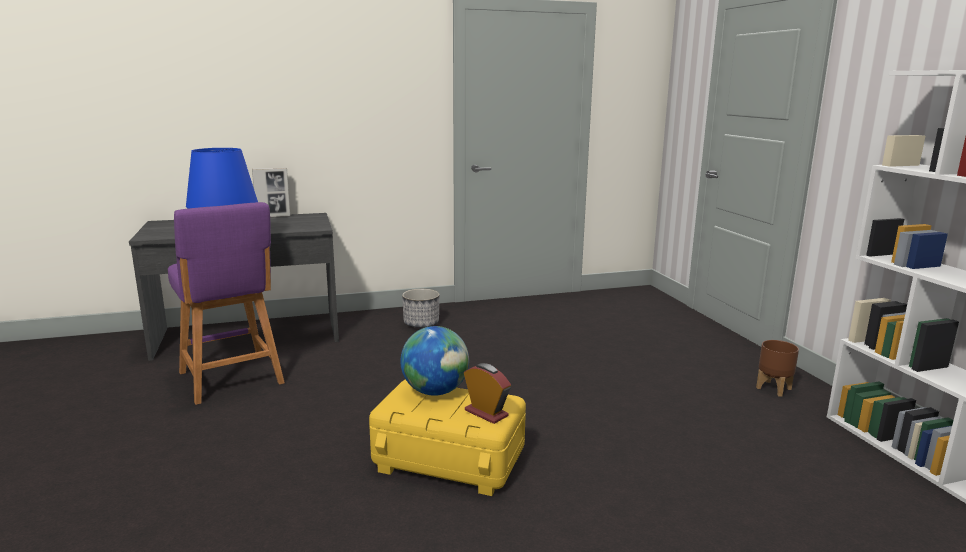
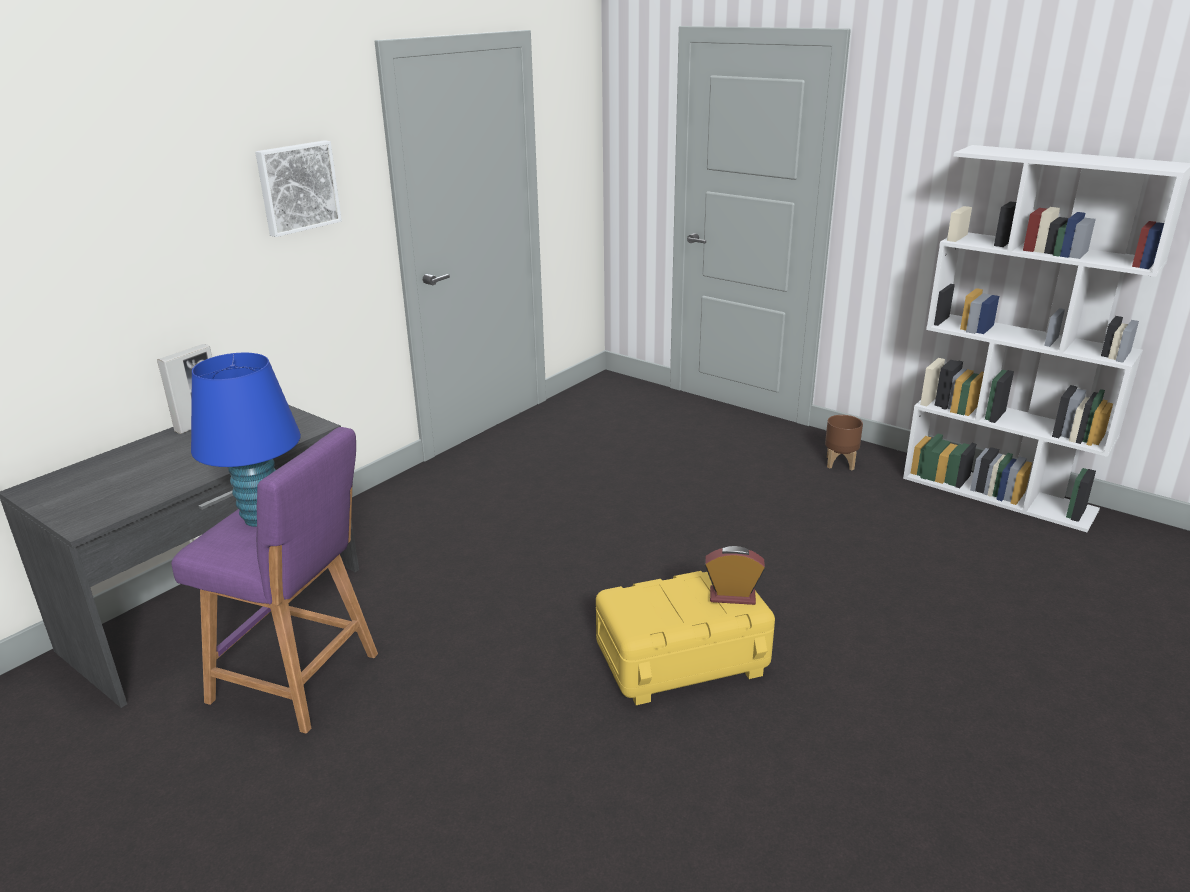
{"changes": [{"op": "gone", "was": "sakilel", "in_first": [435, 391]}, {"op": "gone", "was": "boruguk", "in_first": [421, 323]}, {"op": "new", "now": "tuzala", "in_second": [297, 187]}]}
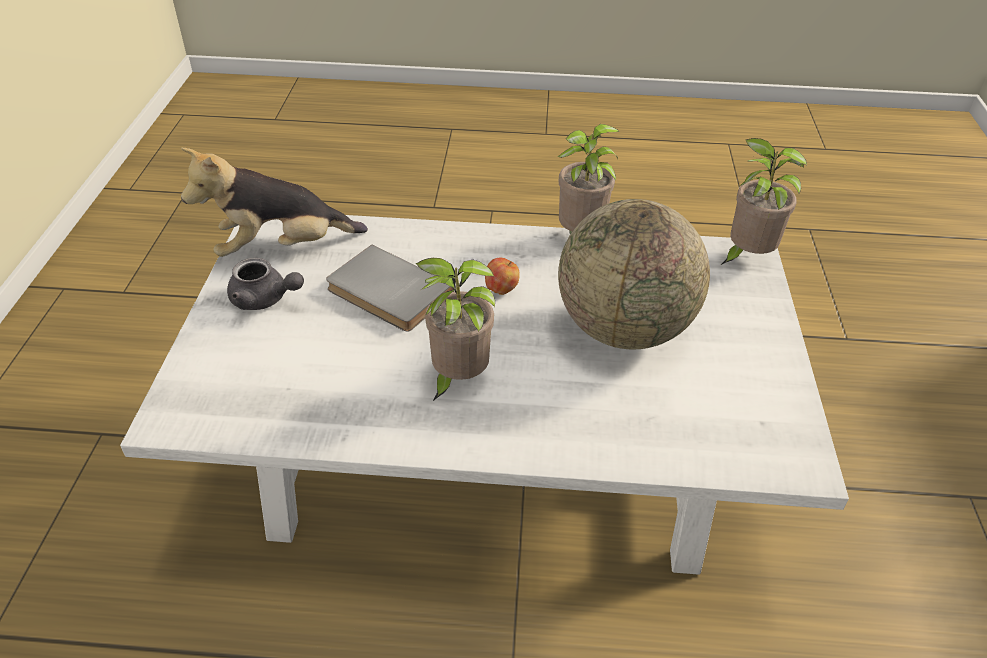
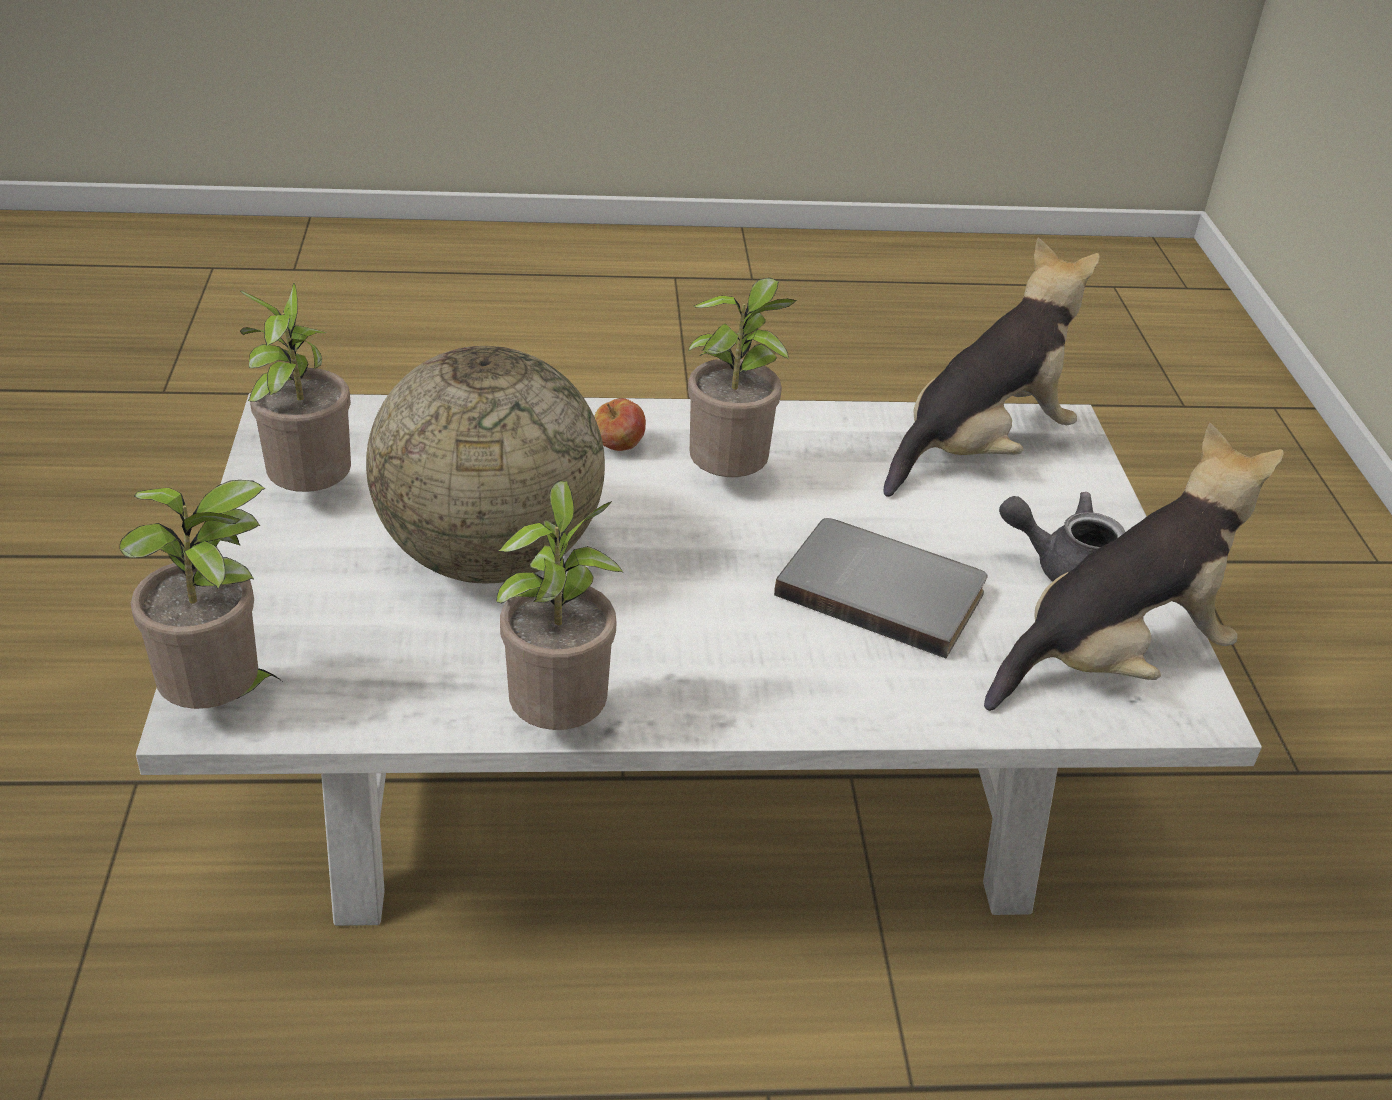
{"changes": [{"op": "shifted", "was": "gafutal", "in_first": [501, 289], "in_second": [619, 448]}, {"op": "new", "now": "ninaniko", "in_second": [308, 494]}, {"op": "new", "now": "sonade", "in_second": [980, 449]}]}
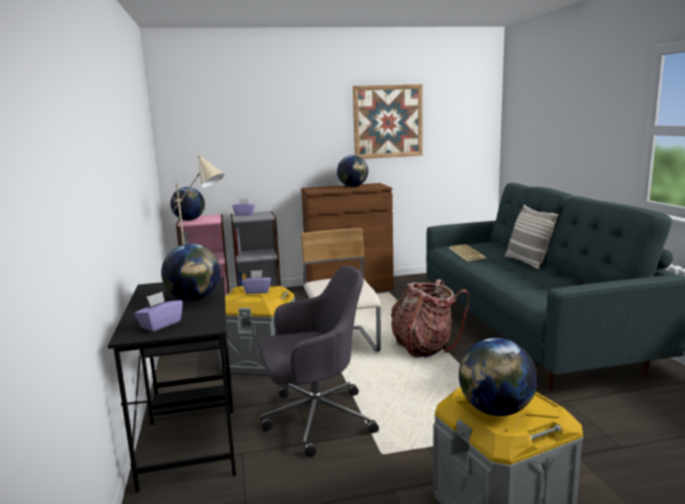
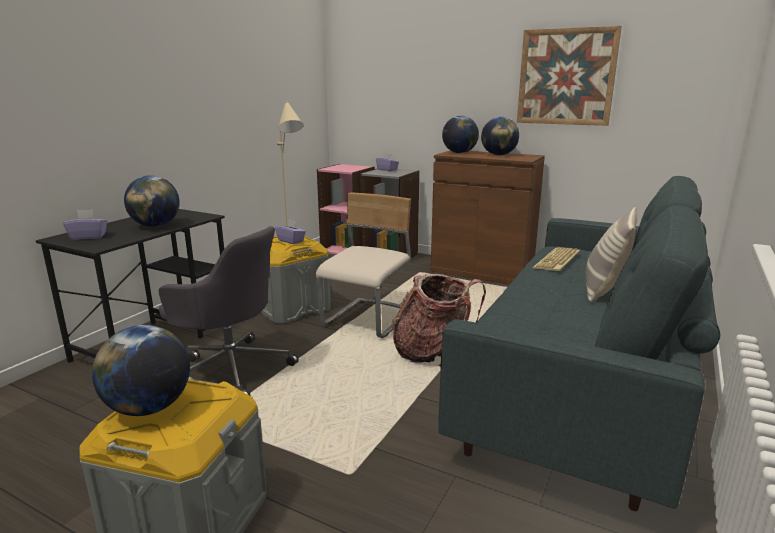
{"changes": [{"op": "shifted", "was": "sakilel", "in_first": [189, 220], "in_second": [459, 153]}]}
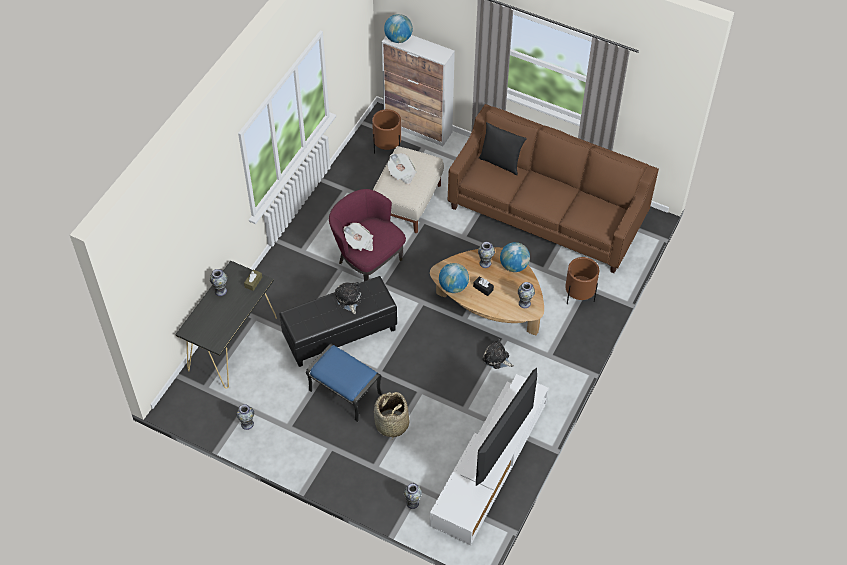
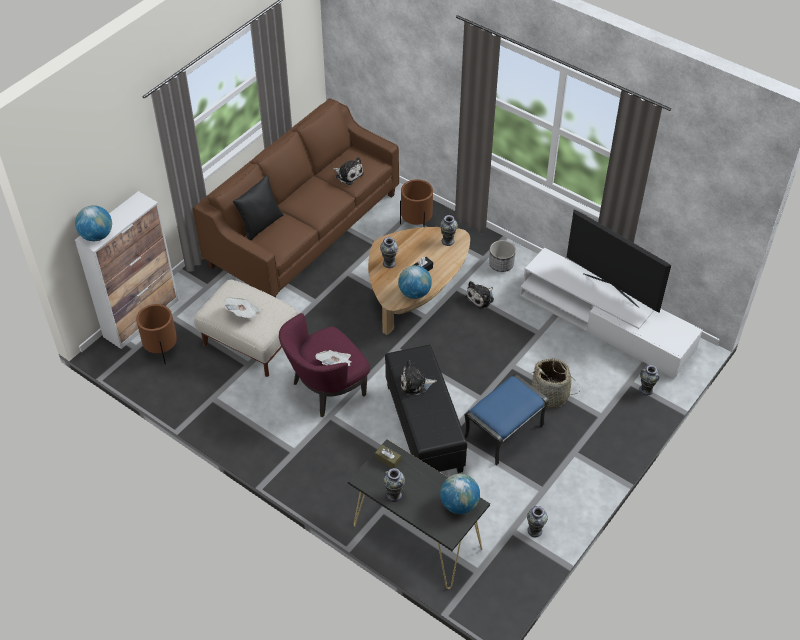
{"changes": [{"op": "shifted", "was": "sakilel", "in_first": [514, 266], "in_second": [459, 504]}, {"op": "new", "now": "sonade", "in_second": [348, 175]}, {"op": "new", "now": "boruguk", "in_second": [501, 264]}]}
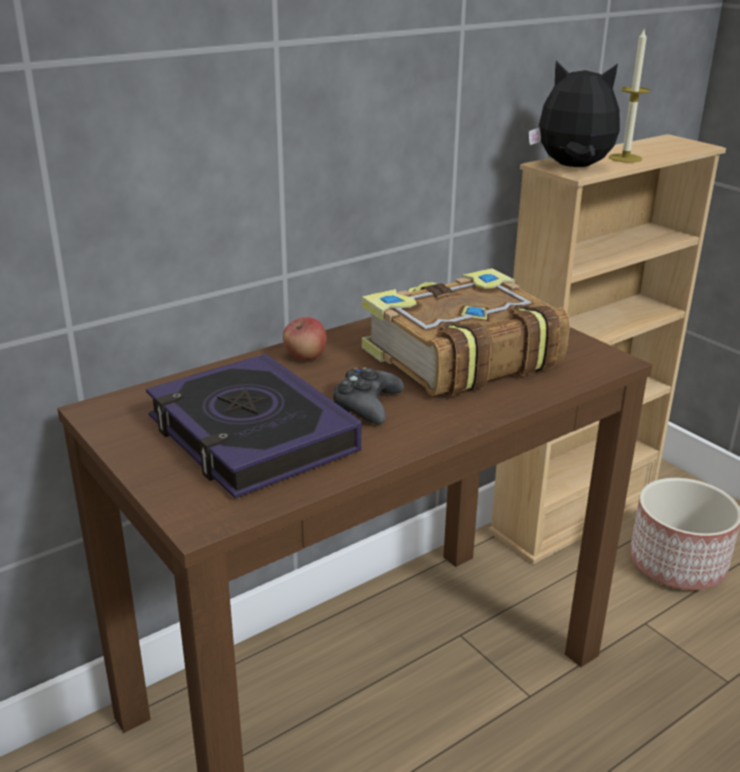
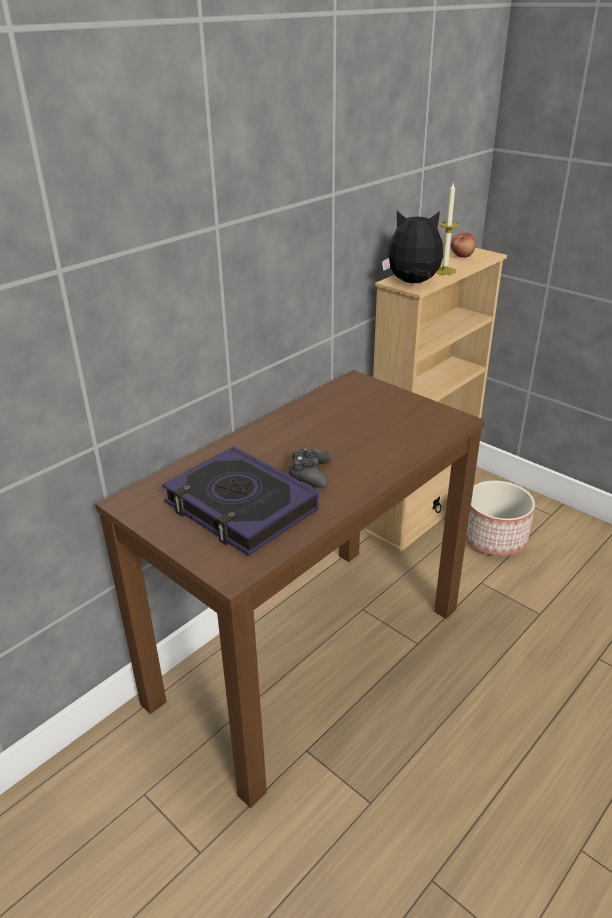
{"changes": [{"op": "shifted", "was": "gafutal", "in_first": [305, 357], "in_second": [462, 256]}, {"op": "gone", "was": "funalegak", "in_first": [458, 357]}]}
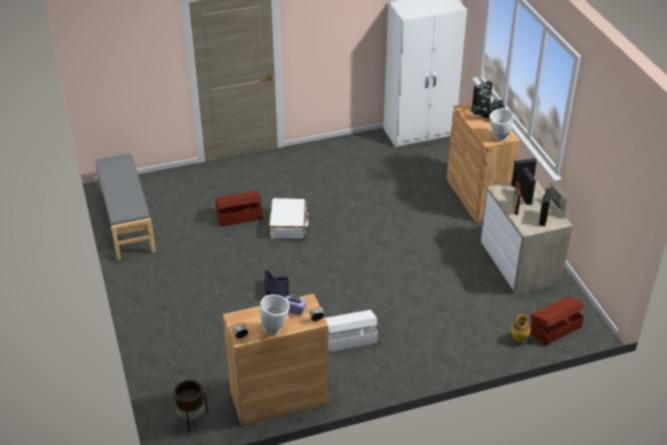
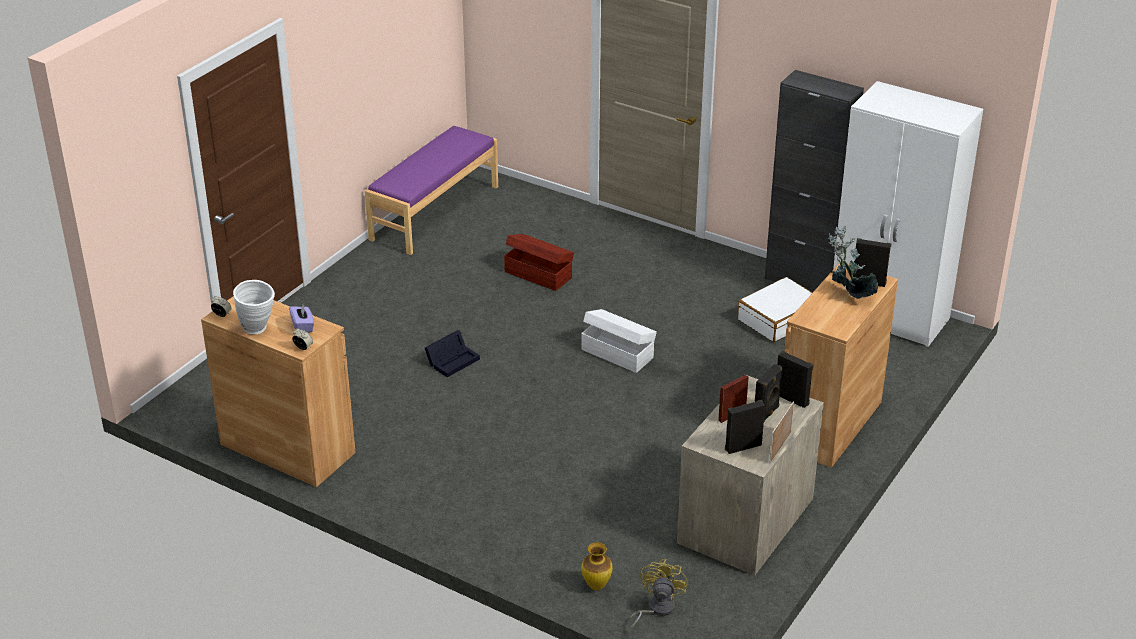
{"changes": [{"op": "repainted", "was": "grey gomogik", "now": "purple gomogik", "in_first": [126, 221], "in_second": [434, 212]}, {"op": "gone", "was": "brown boruguk", "in_first": [192, 418]}, {"op": "shifted", "was": "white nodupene", "in_first": [288, 224], "in_second": [779, 319]}, {"op": "shifted", "was": "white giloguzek", "in_first": [349, 339], "in_second": [617, 353]}, {"op": "gone", "was": "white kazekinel", "in_first": [498, 138]}, {"op": "swapped", "was": "brown giloguzek", "now": "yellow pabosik", "in_first": [554, 329], "in_second": [656, 609]}, {"op": "new", "now": "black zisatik", "in_second": [802, 281]}]}
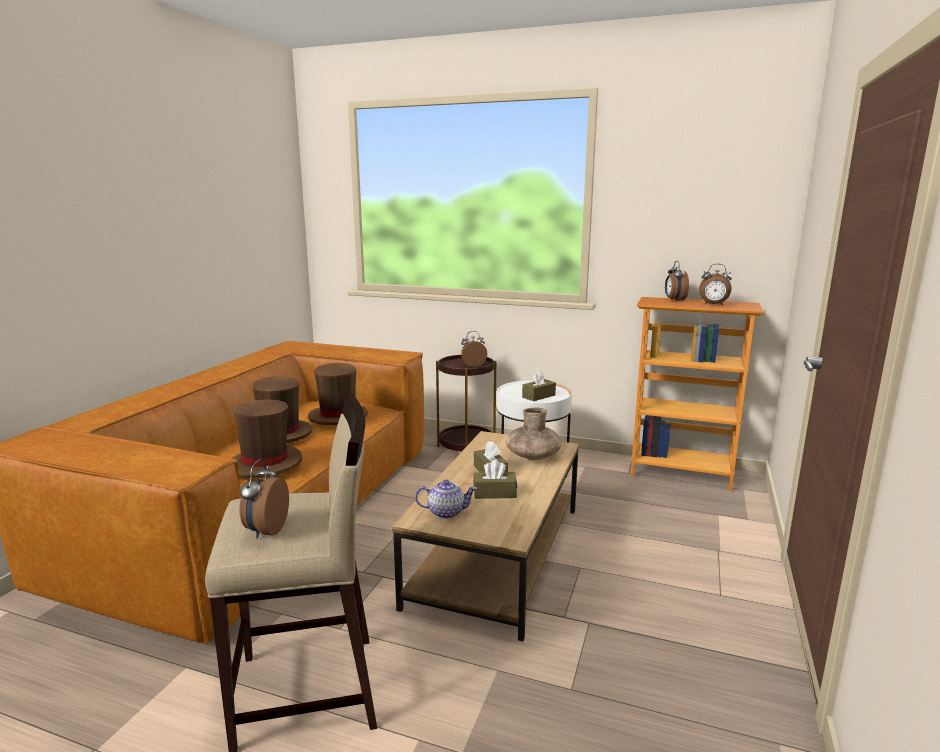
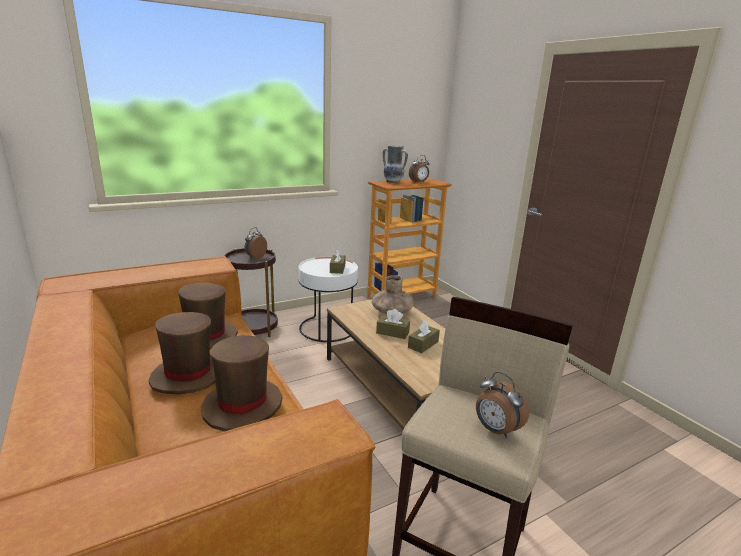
{"changes": [{"op": "gone", "was": "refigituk", "in_first": [446, 512]}, {"op": "swapped", "was": "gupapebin", "now": "kazekinel", "in_first": [674, 300], "in_second": [393, 182]}]}
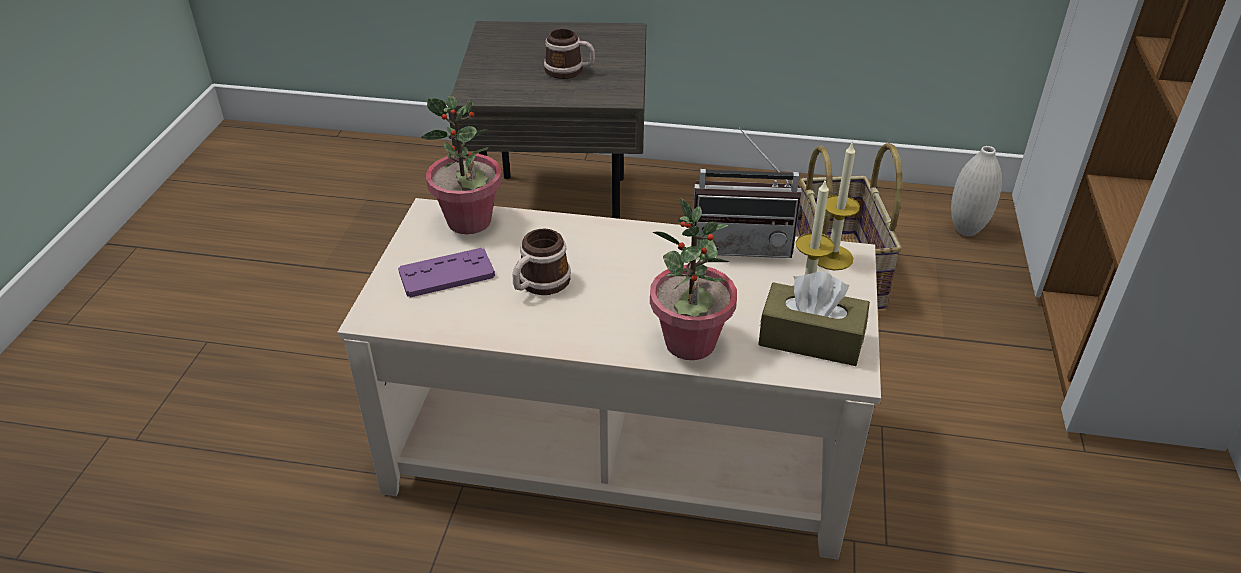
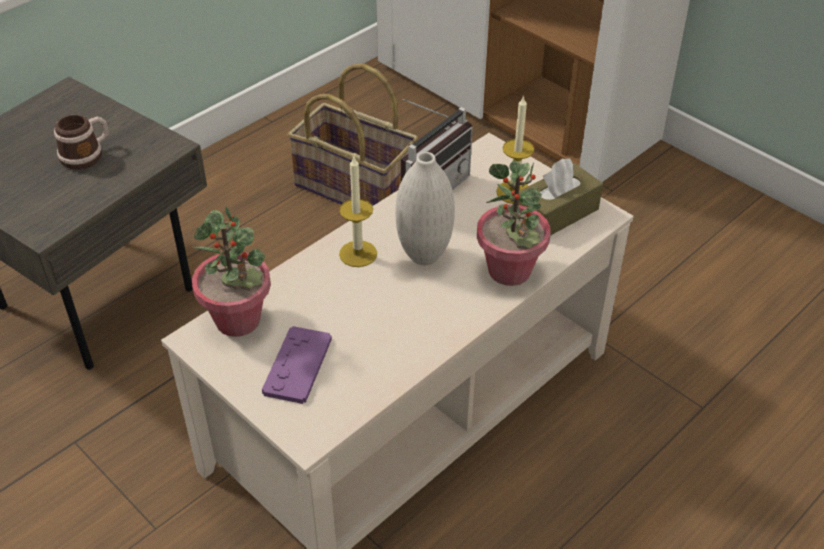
{"changes": [{"op": "gone", "was": "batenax", "in_first": [539, 284]}, {"op": "shifted", "was": "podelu", "in_first": [832, 257], "in_second": [358, 254]}, {"op": "shifted", "was": "white kazekinel", "in_first": [966, 230], "in_second": [424, 256]}]}
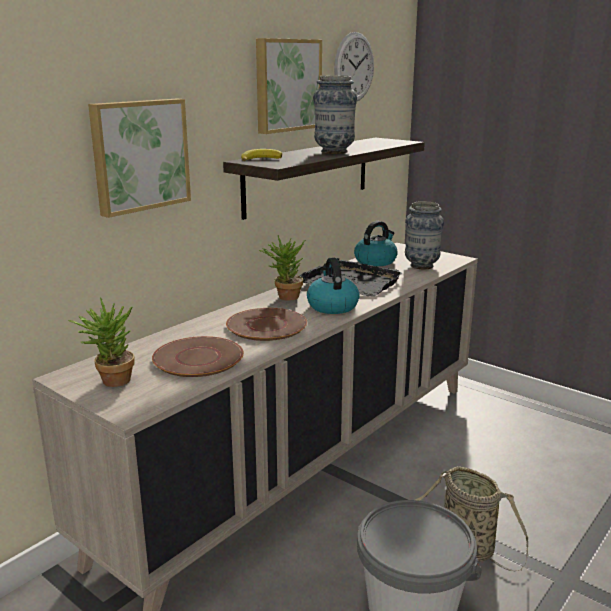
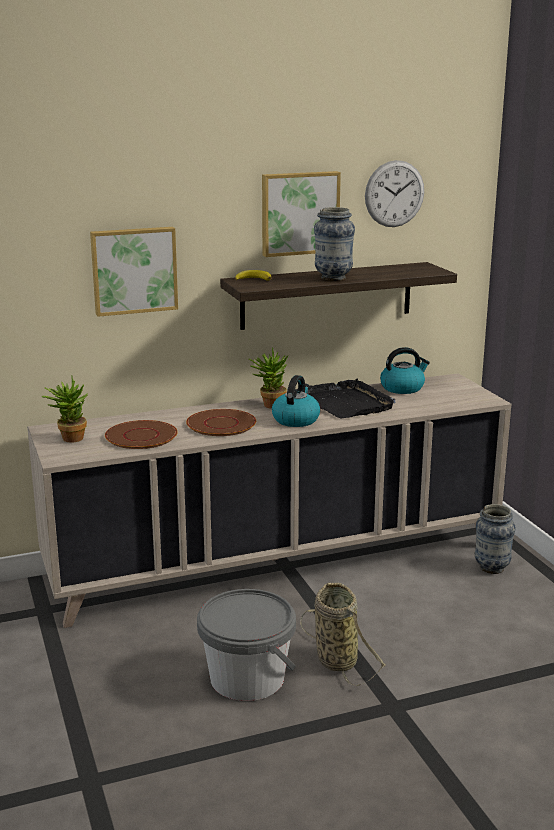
{"changes": [{"op": "shifted", "was": "kazekinel", "in_first": [421, 266], "in_second": [491, 568]}]}
